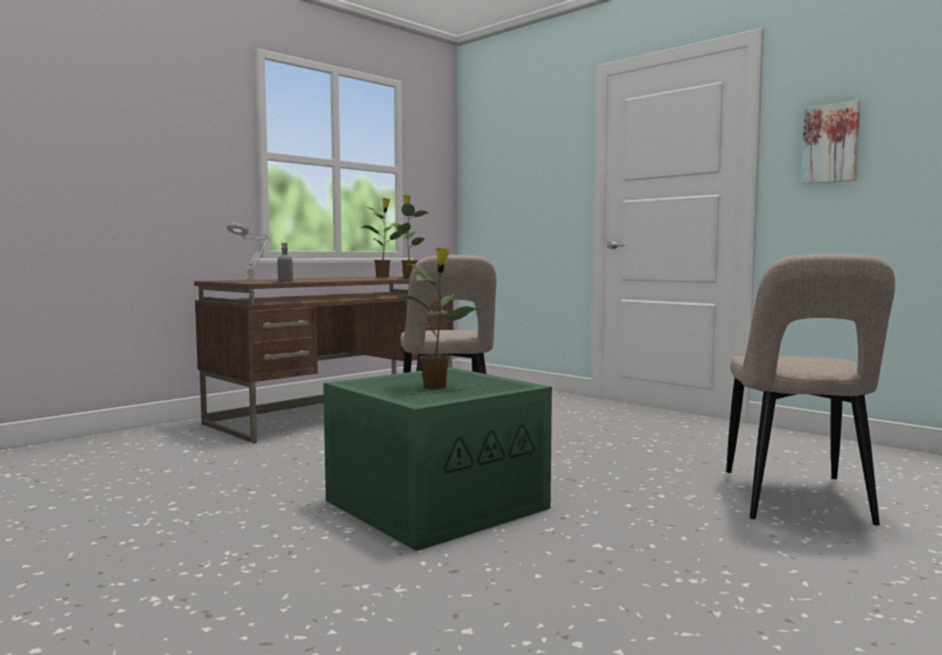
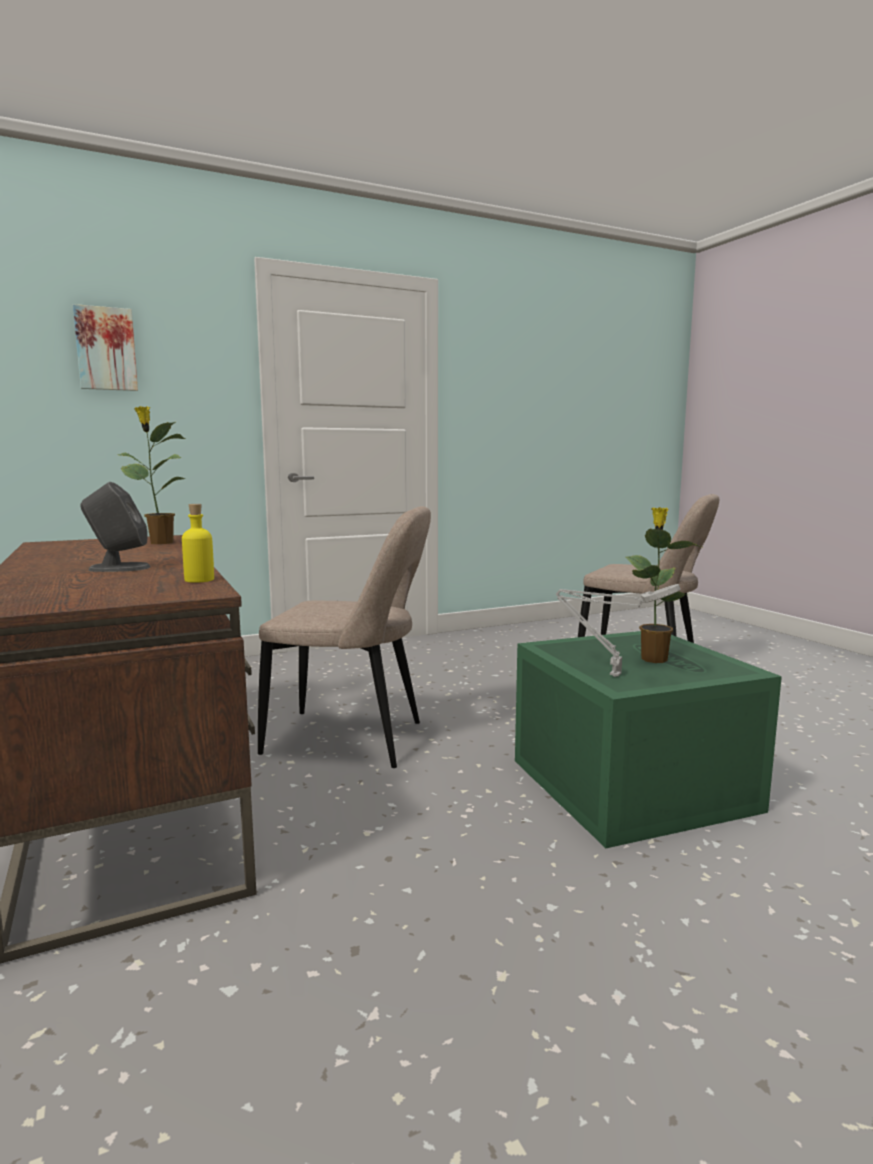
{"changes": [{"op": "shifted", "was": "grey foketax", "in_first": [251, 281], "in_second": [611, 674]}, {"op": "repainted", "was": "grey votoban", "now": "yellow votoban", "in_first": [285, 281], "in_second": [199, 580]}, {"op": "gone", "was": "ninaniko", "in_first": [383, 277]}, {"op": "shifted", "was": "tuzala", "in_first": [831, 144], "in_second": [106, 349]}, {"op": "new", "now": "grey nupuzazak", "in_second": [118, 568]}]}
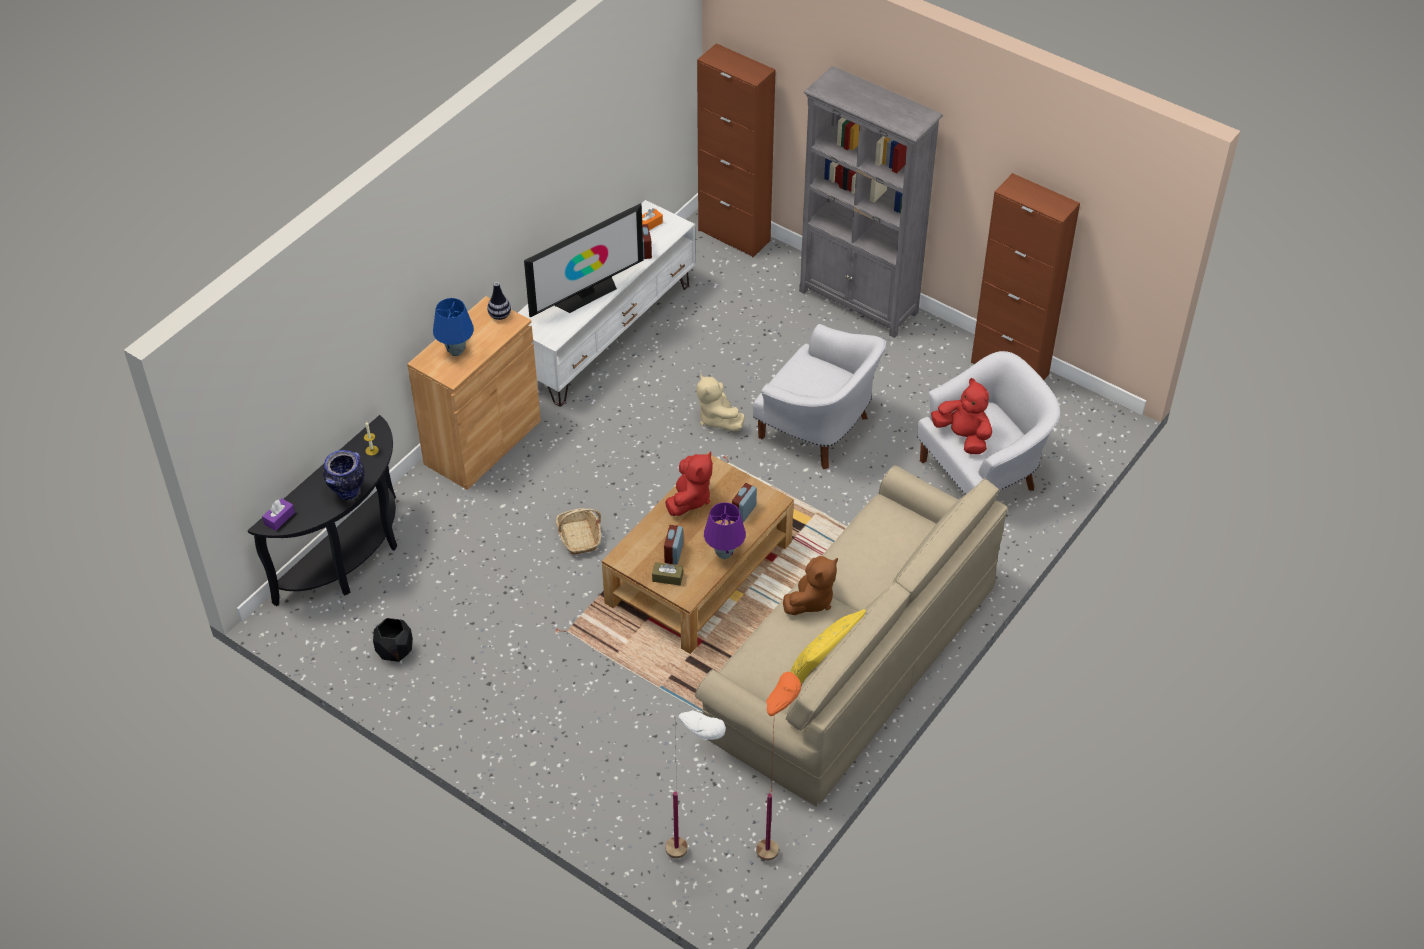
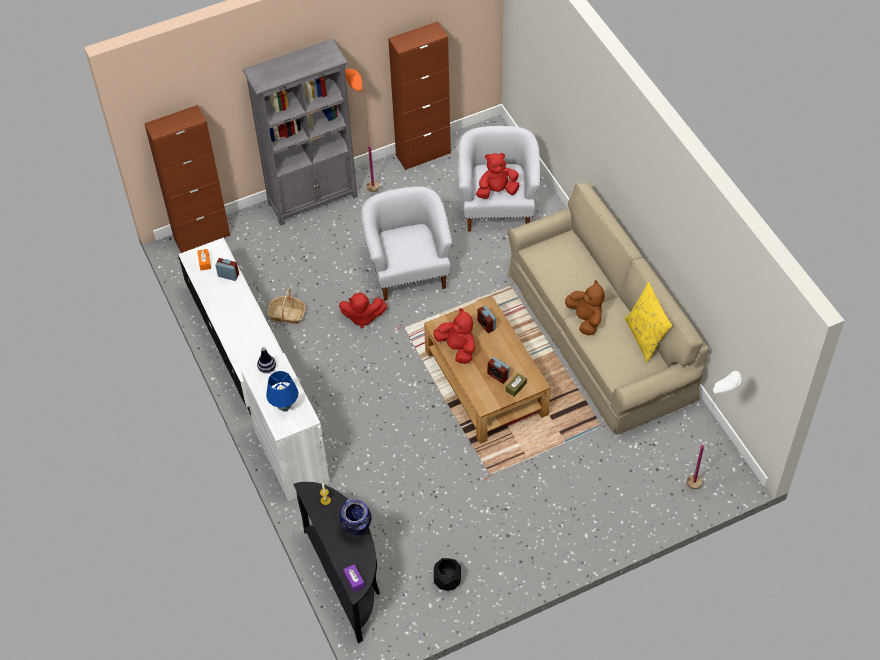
{"changes": [{"op": "repainted", "was": "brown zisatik", "now": "white zisatik", "in_first": [482, 442], "in_second": [292, 457]}, {"op": "gone", "was": "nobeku", "in_first": [586, 294]}, {"op": "shifted", "was": "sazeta", "in_first": [579, 537], "in_second": [287, 314]}, {"op": "repainted", "was": "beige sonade", "now": "red sonade", "in_first": [717, 419], "in_second": [362, 317]}, {"op": "gone", "was": "purple foketax", "in_first": [724, 554]}, {"op": "rotated", "was": "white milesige", "in_first": [818, 430], "in_second": [408, 270], "clockwise": -75}, {"op": "shifted", "was": "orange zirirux", "in_first": [774, 838], "in_second": [366, 183]}]}
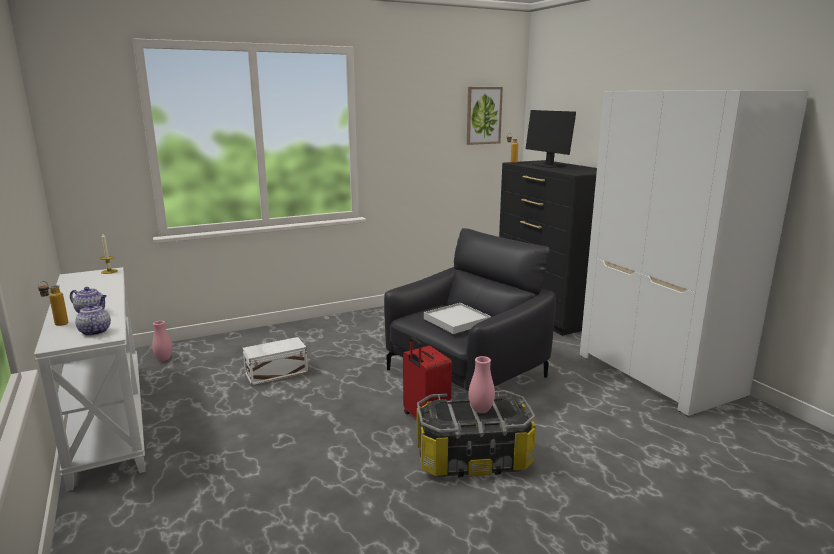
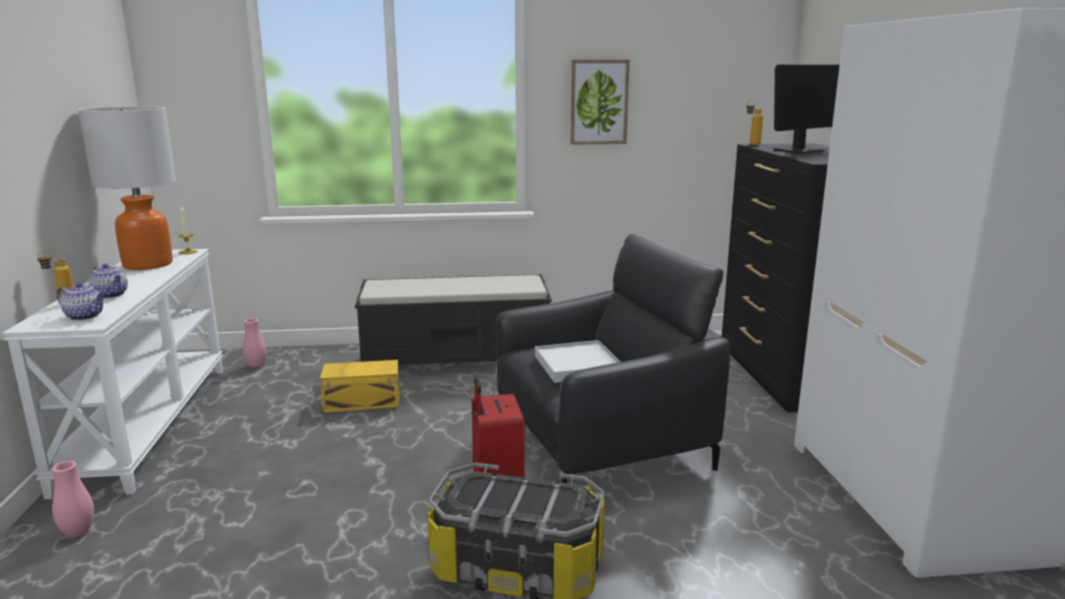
{"changes": [{"op": "rotated", "was": "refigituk", "in_first": [94, 331], "in_second": [85, 316], "clockwise": 120}, {"op": "repainted", "was": "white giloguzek", "now": "yellow giloguzek", "in_first": [275, 372], "in_second": [361, 401]}, {"op": "shifted", "was": "tuzala", "in_first": [483, 115], "in_second": [599, 102]}, {"op": "shifted", "was": "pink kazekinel", "in_first": [481, 410], "in_second": [78, 532]}, {"op": "rotated", "was": "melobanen", "in_first": [549, 166], "in_second": [799, 150], "clockwise": -120}, {"op": "new", "now": "foketax", "in_second": [148, 264]}, {"op": "new", "now": "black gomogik", "in_second": [458, 361]}]}
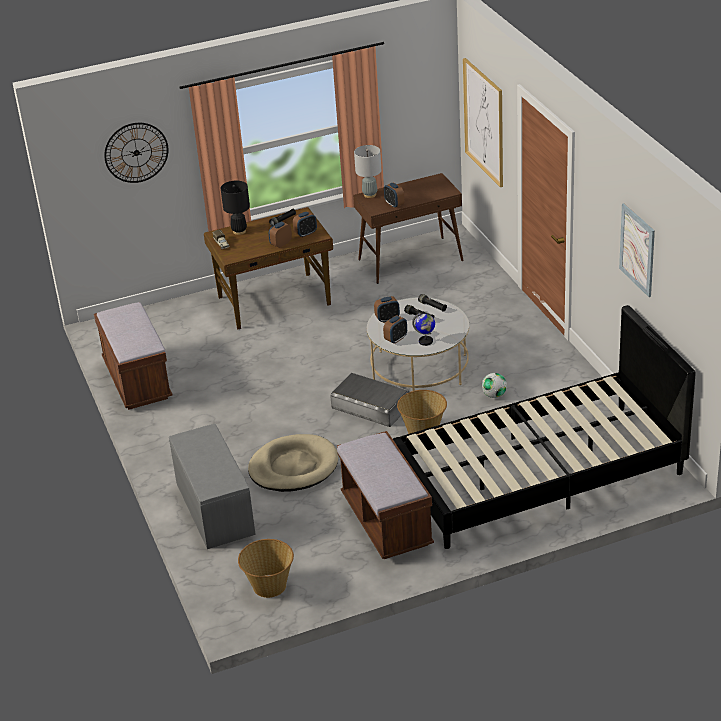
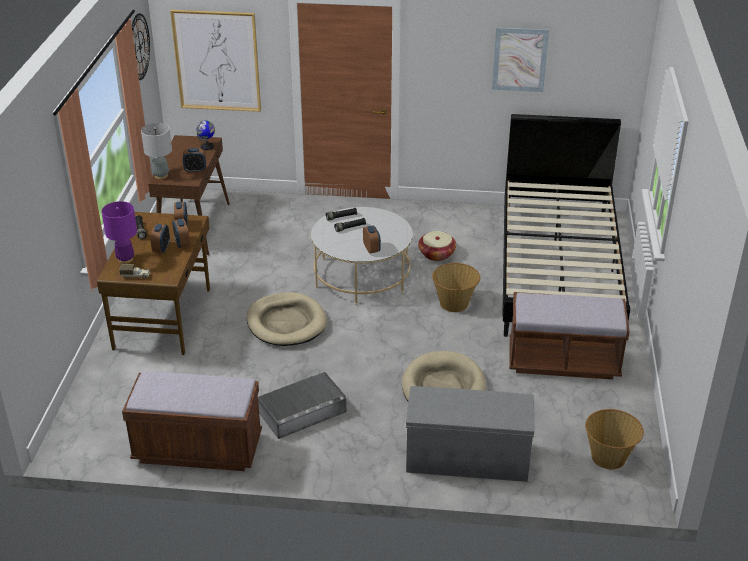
{"changes": [{"op": "shifted", "was": "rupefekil", "in_first": [136, 152], "in_second": [139, 46]}, {"op": "repainted", "was": "black foketax", "now": "purple foketax", "in_first": [239, 231], "in_second": [125, 259]}, {"op": "shifted", "was": "grey giloguzek", "in_first": [370, 406], "in_second": [302, 411]}, {"op": "shifted", "was": "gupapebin", "in_first": [387, 319], "in_second": [161, 248]}, {"op": "shifted", "was": "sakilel", "in_first": [426, 341], "in_second": [207, 147]}, {"op": "swapped", "was": "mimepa", "now": "sazeta", "in_first": [494, 395], "in_second": [436, 254]}, {"op": "new", "now": "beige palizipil", "in_second": [286, 323]}]}
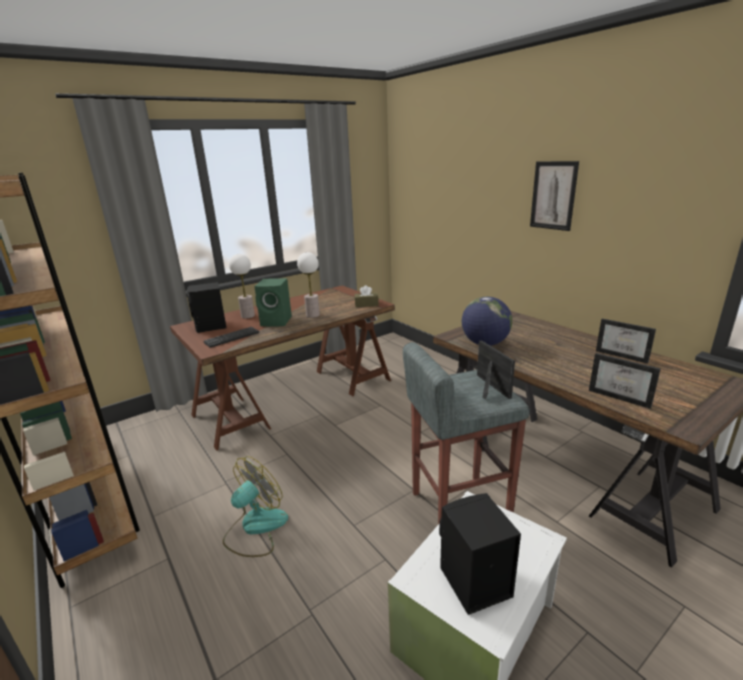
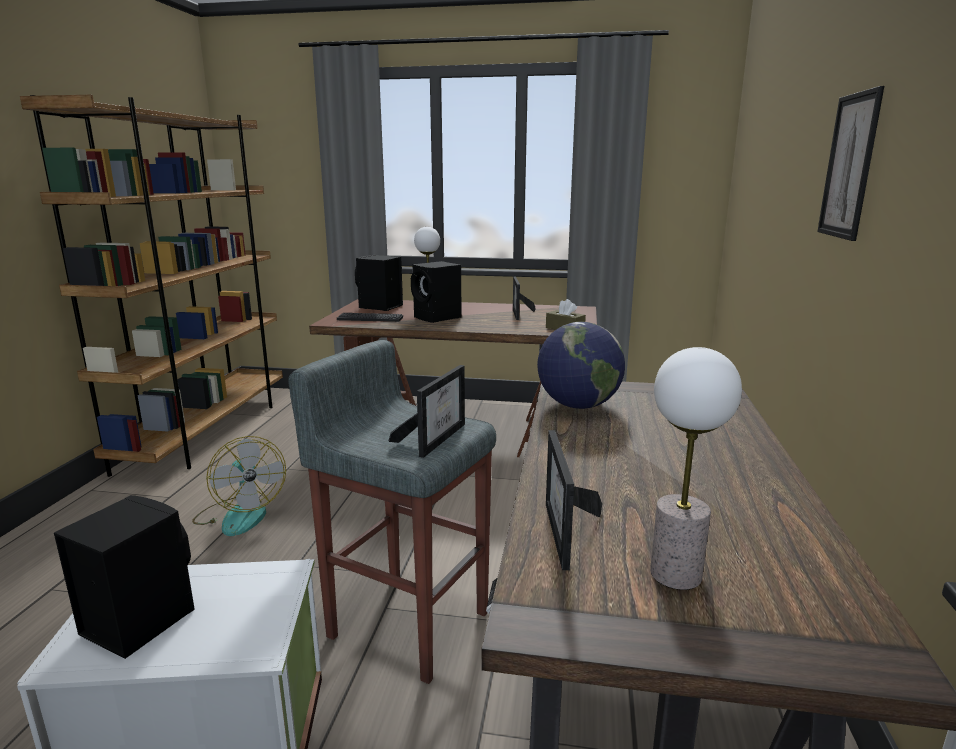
{"changes": [{"op": "rotated", "was": "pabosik", "in_first": [255, 528], "in_second": [240, 514], "clockwise": 60}, {"op": "repainted", "was": "green nupuzazak", "now": "black nupuzazak", "in_first": [277, 321], "in_second": [438, 318]}, {"op": "shifted", "was": "foketax", "in_first": [313, 315], "in_second": [676, 574]}, {"op": "shifted", "was": "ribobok", "in_first": [623, 355], "in_second": [520, 315]}]}
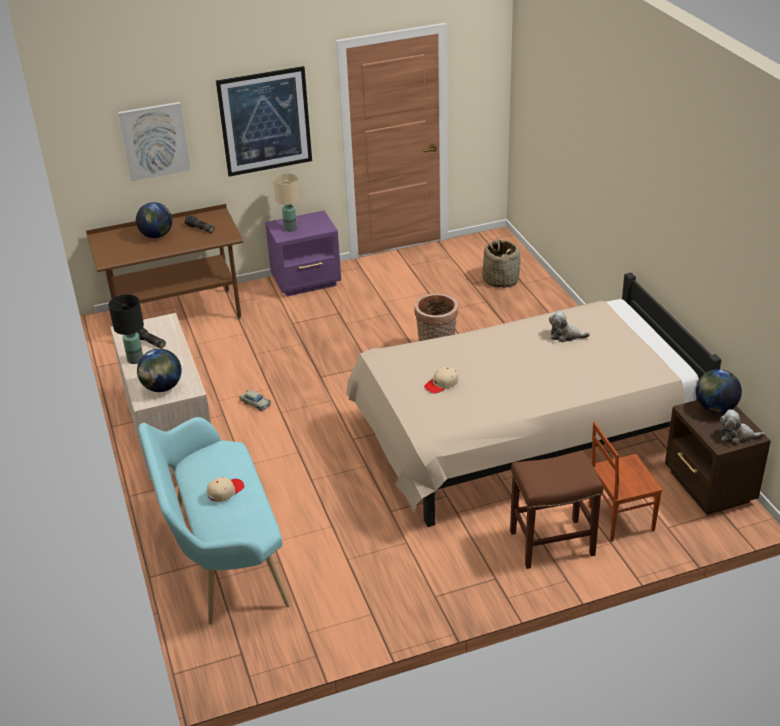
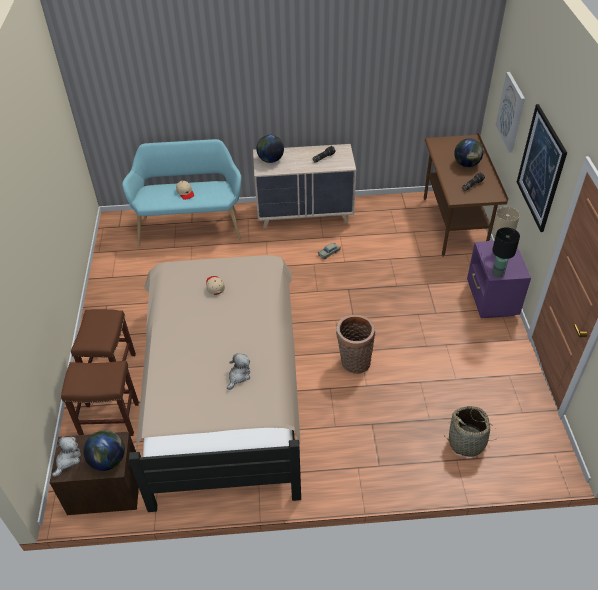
{"changes": [{"op": "shifted", "was": "black foketax", "in_first": [135, 359], "in_second": [498, 273]}, {"op": "swapped", "was": "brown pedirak", "now": "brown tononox", "in_first": [619, 518], "in_second": [110, 419]}]}
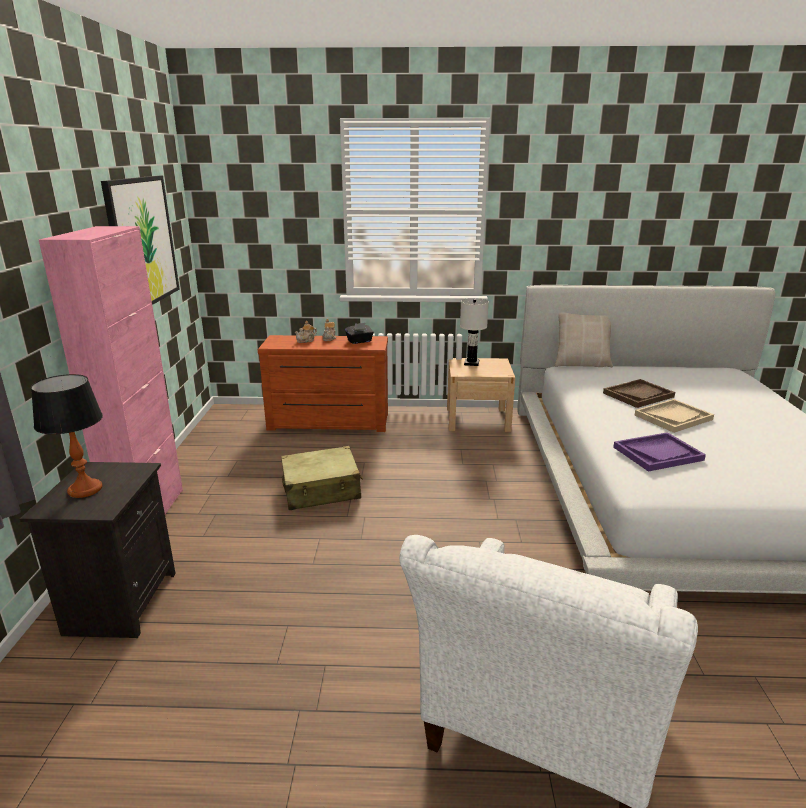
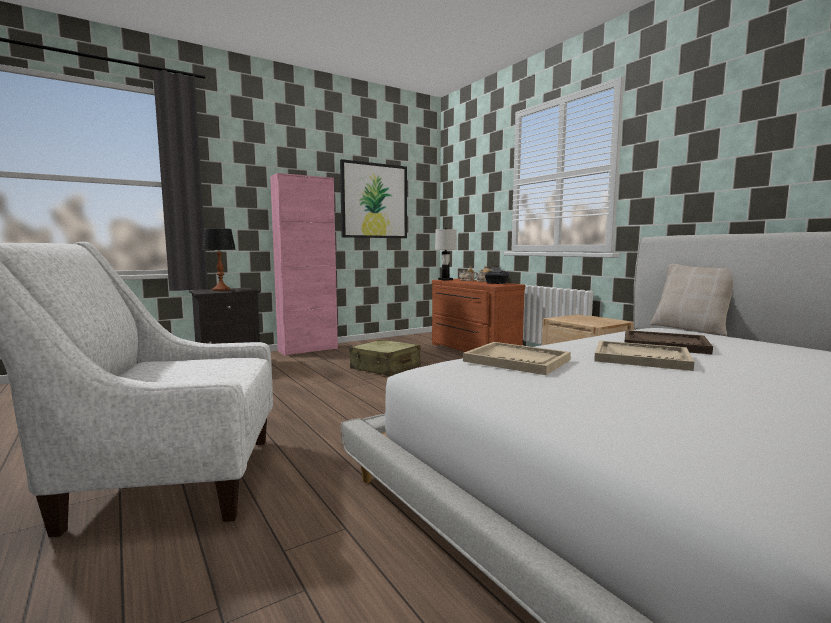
{"changes": [{"op": "shifted", "was": "white foketax", "in_first": [471, 363], "in_second": [445, 279]}, {"op": "repainted", "was": "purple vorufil", "now": "beige vorufil", "in_first": [657, 453], "in_second": [517, 360]}]}
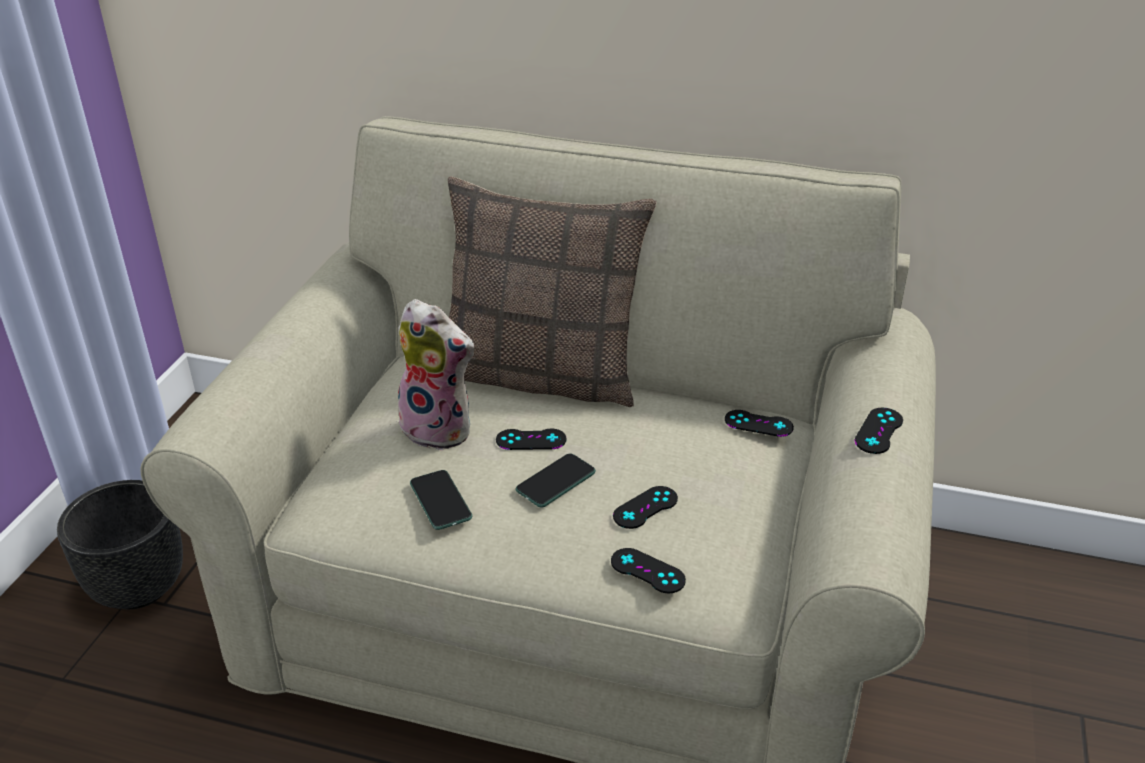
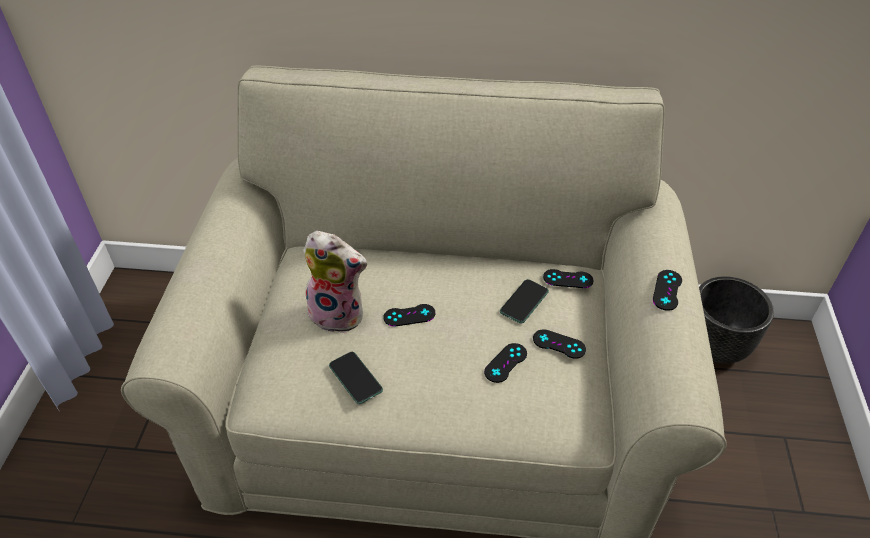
{"changes": [{"op": "shifted", "was": "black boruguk", "in_first": [140, 587], "in_second": [716, 346]}, {"op": "gone", "was": "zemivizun", "in_first": [542, 375]}, {"op": "shifted", "was": "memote", "in_first": [556, 481], "in_second": [524, 302]}, {"op": "shifted", "was": "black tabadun", "in_first": [647, 571], "in_second": [559, 344]}]}
